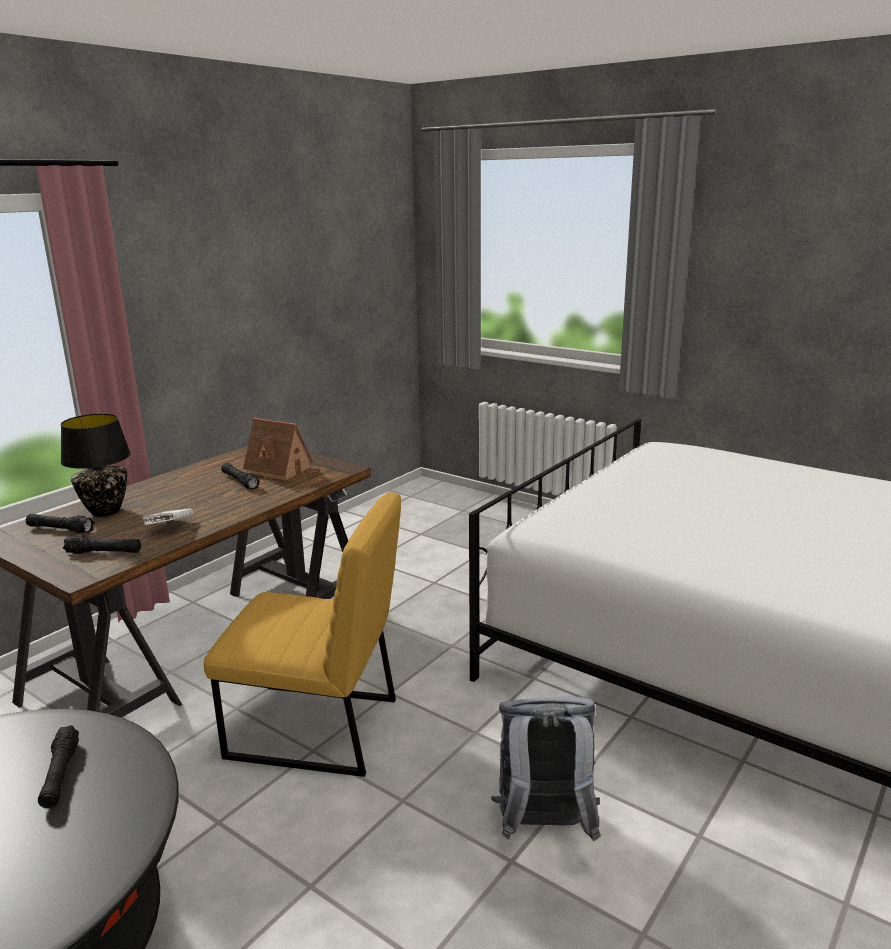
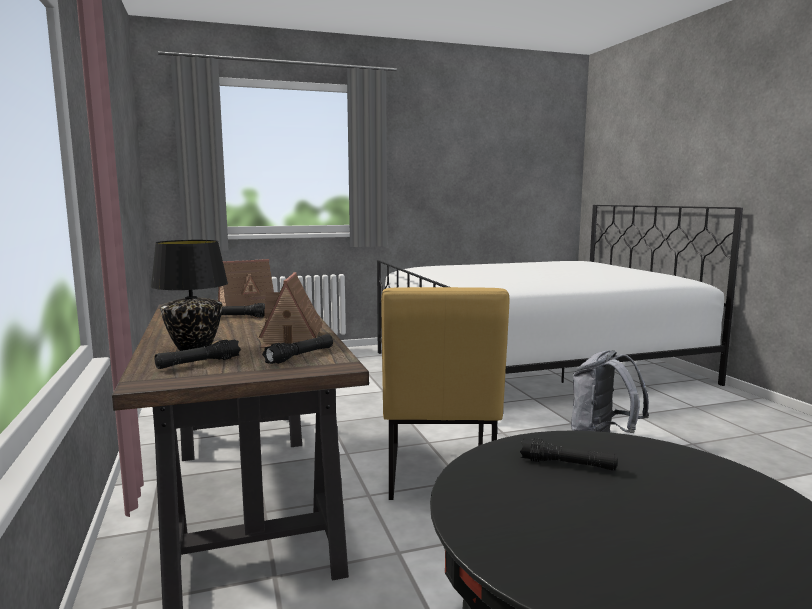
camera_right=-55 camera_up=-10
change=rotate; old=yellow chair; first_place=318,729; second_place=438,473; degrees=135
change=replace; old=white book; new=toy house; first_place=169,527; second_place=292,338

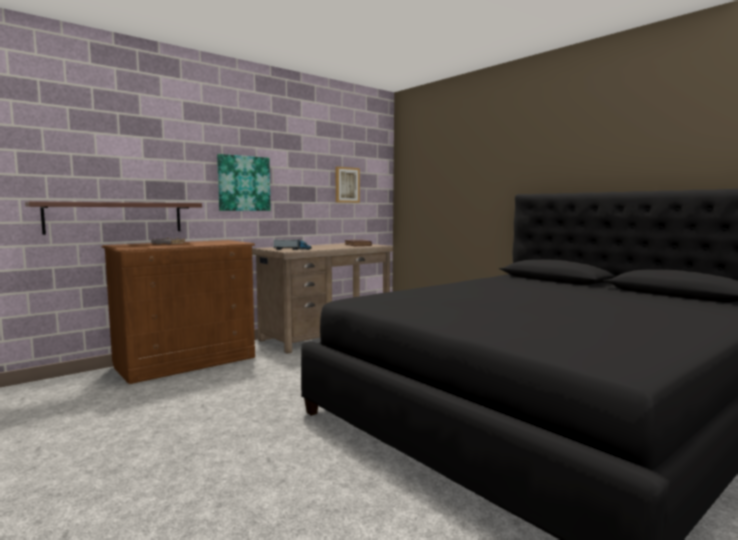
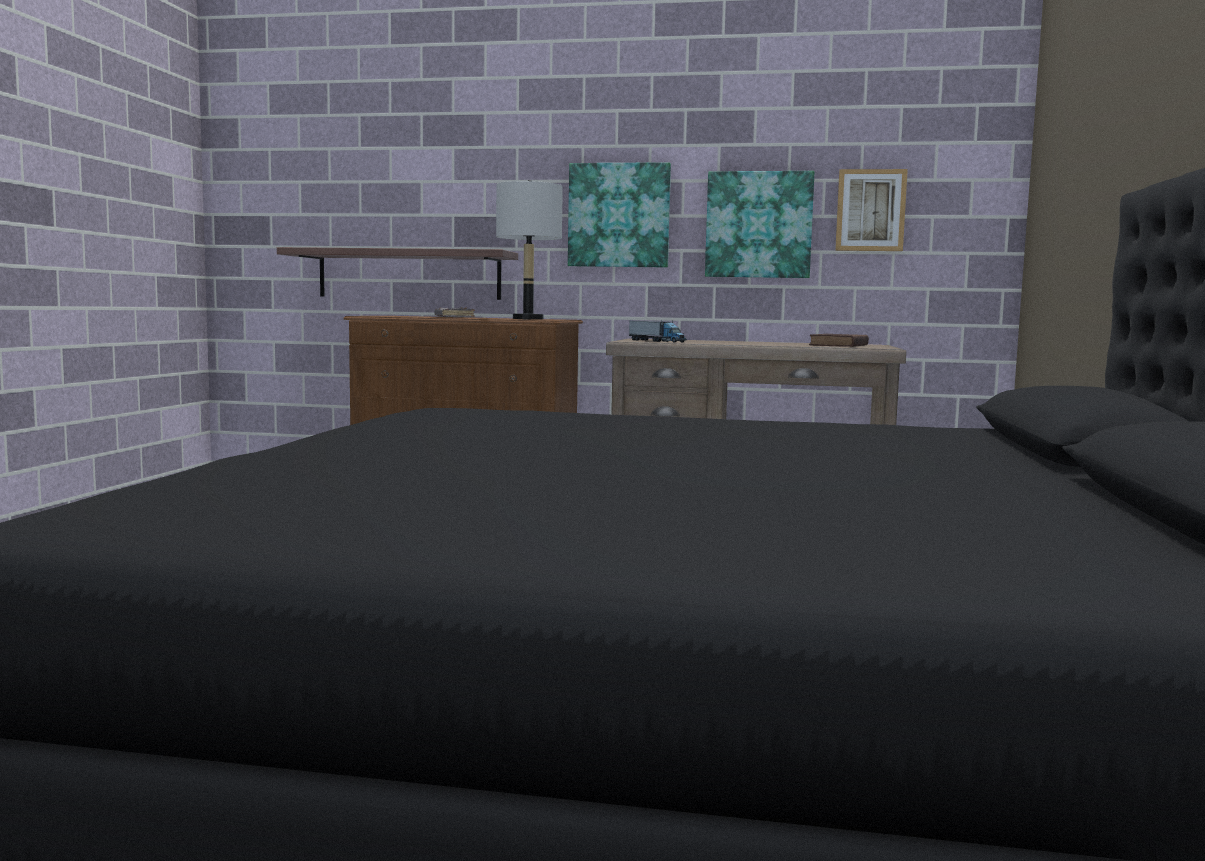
camera_right=50 camera_up=0
change=insert; new=picture; second_place=758,225
change=insert; new=grey table lamp; second_place=527,319

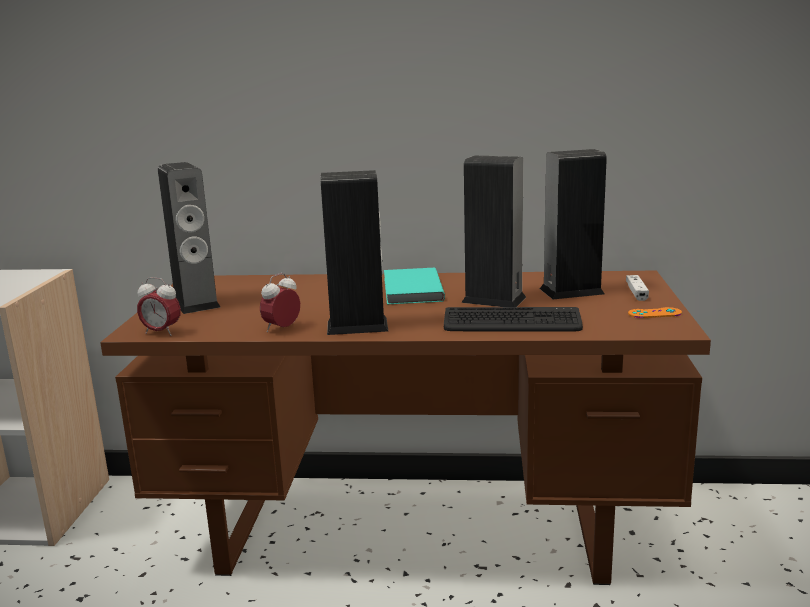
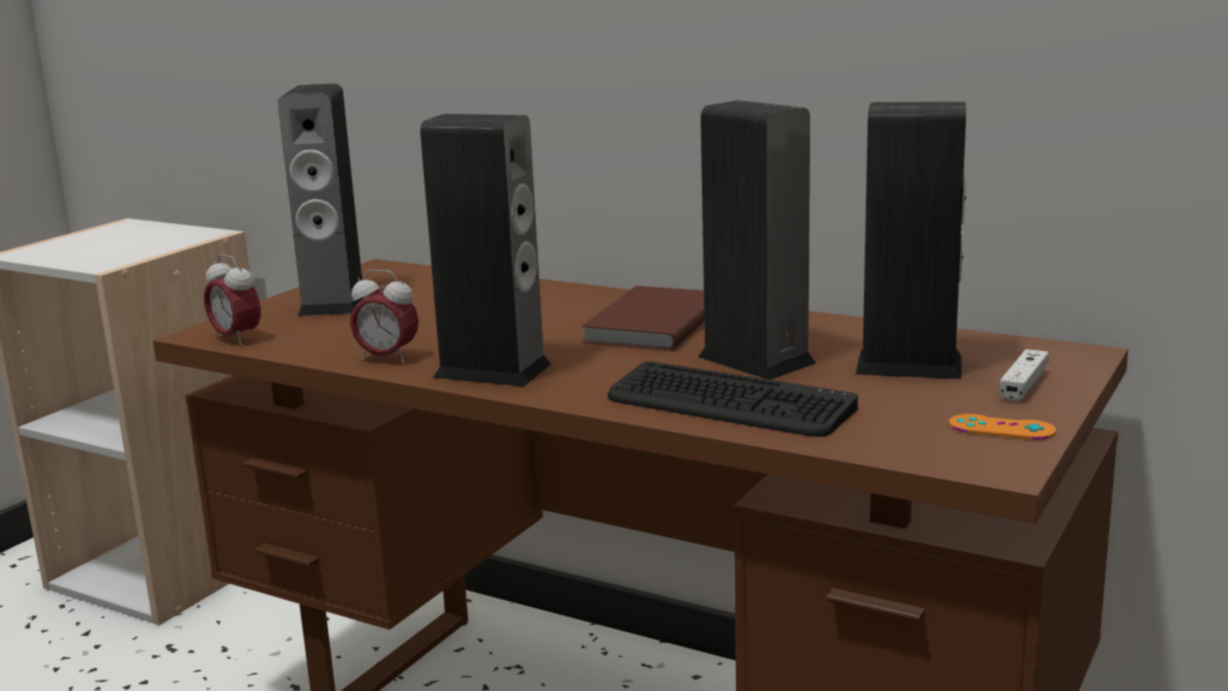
camera_right=25 camera_up=0
change=recolor; old=turquoise book; new=brown book; first_place=410,290; second_place=650,325
change=rotate; old=alarm clock; first_place=282,329; second_place=387,358; degrees=-135

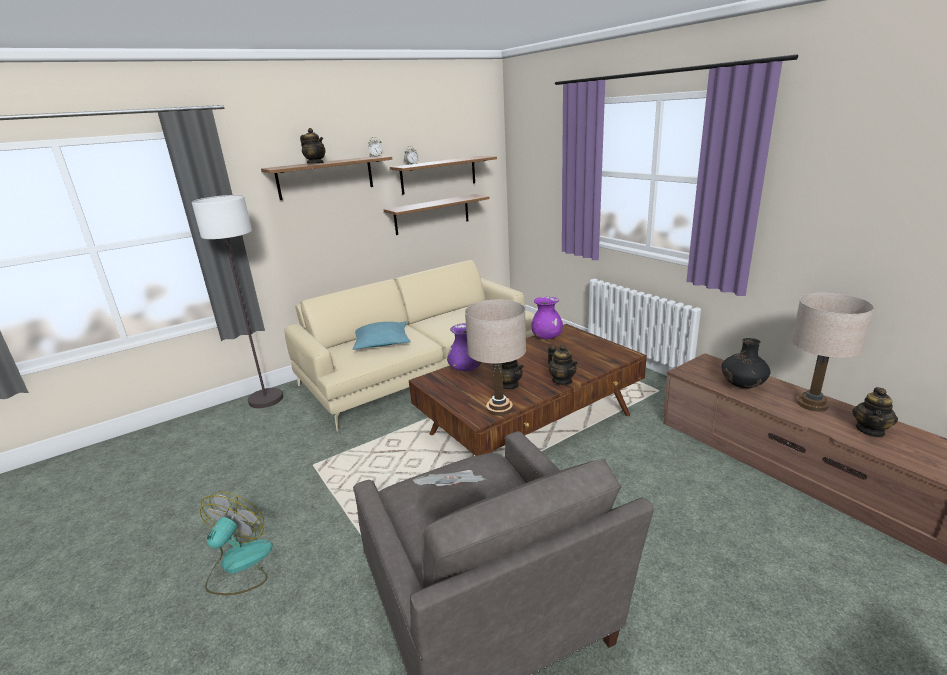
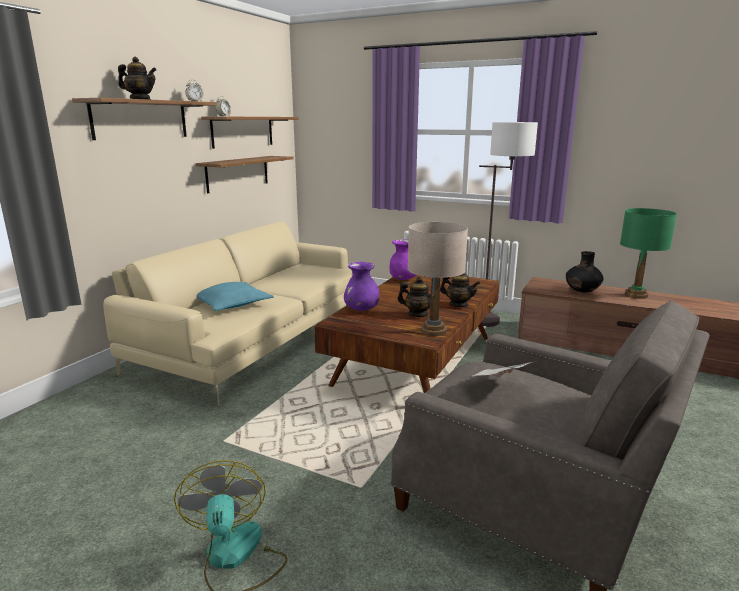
camera_right=-30 camera_up=-5
change=move; old=white floor lamp; first_place=268,403; second_place=493,322
change=recolor; old=beige table lamp; new=green table lamp; first_place=812,404; second_place=636,295
change=delete; old=teapot; first_place=870,430

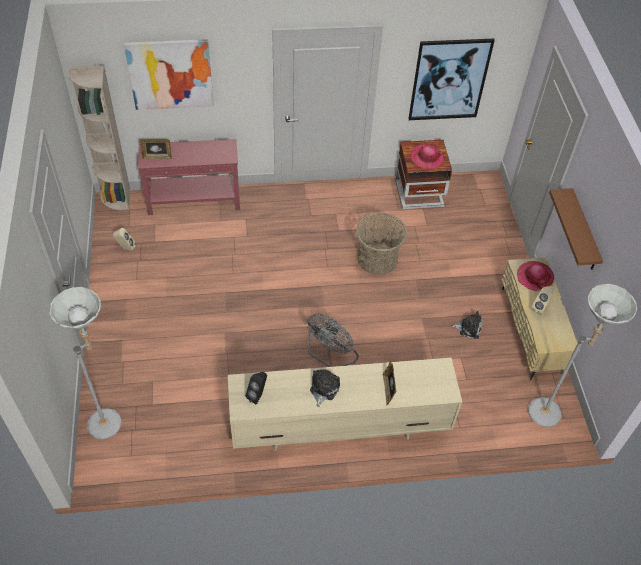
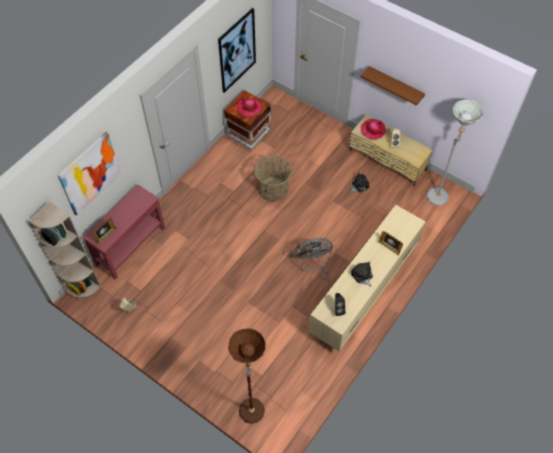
camera_right=-45 camera_up=5
change=recolor; old=grey floor lamp; new=brown floor lamp; first_place=111,419; second_place=251,405

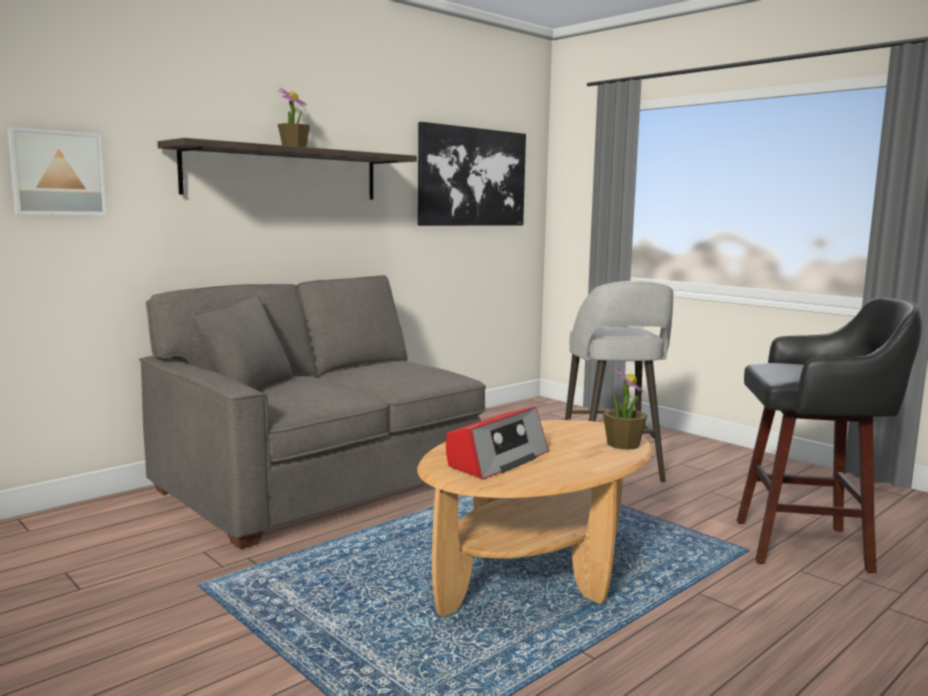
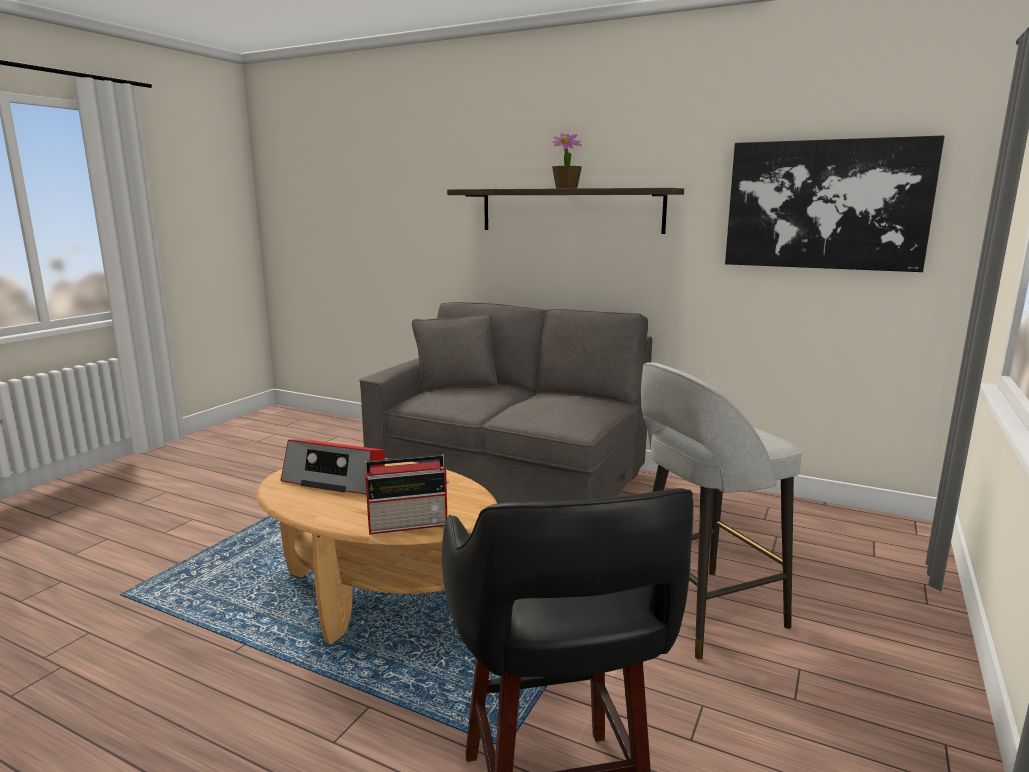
camera_right=70 camera_up=5
change=delete; old=picture; first_place=57,173
change=replace; old=potted plant; new=radio; first_place=623,444; second_place=409,524

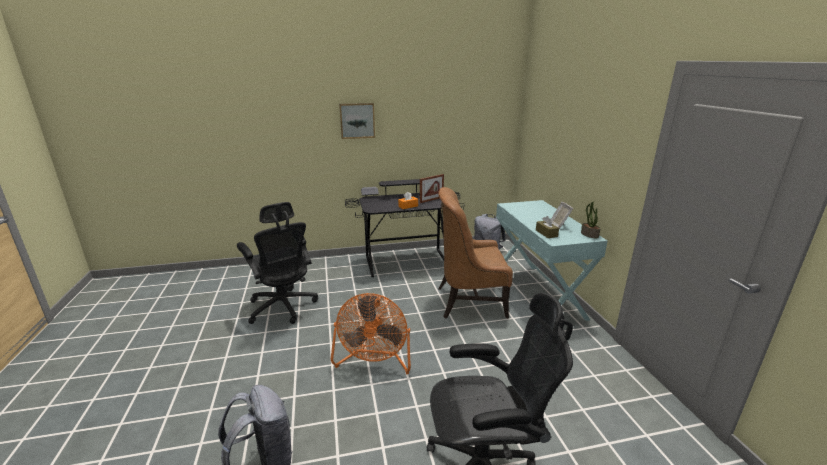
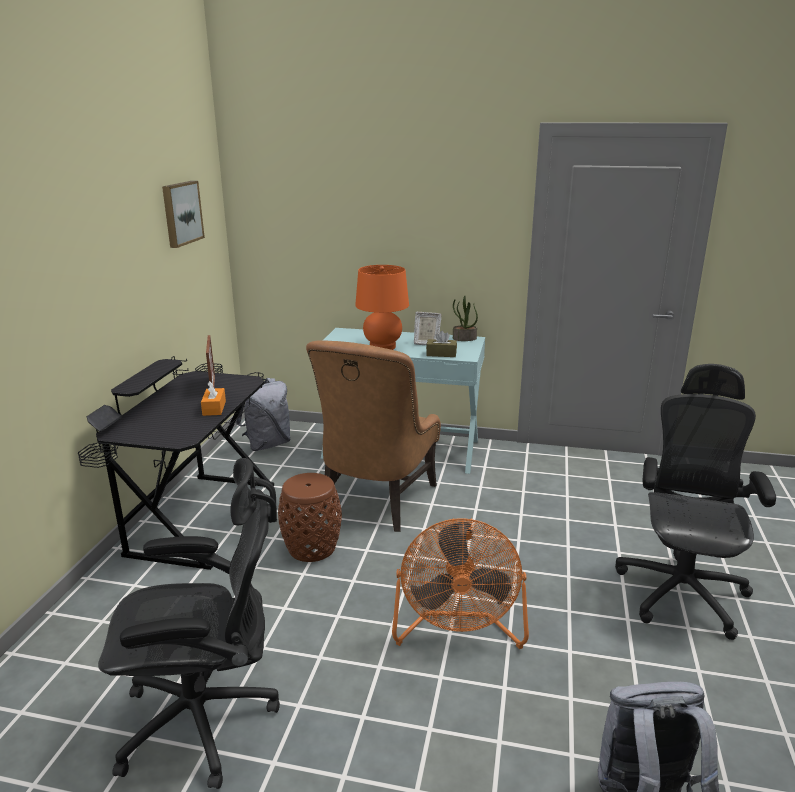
camera_right=-65 camera_up=0
change=move; old=picture; first_place=357,120; second_place=181,213
change=rotate; old=orange fan; first_place=372,359; second_place=453,627; degrees=60
change=insert; new=orange table lamp; second_place=382,347
change=insert; new=brown stool; second_place=312,548

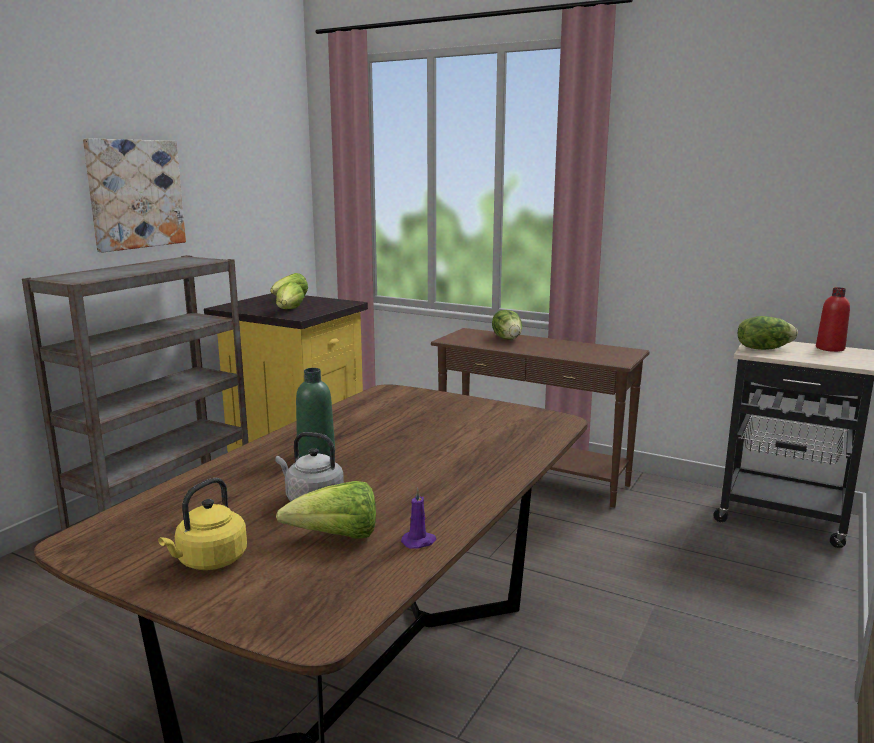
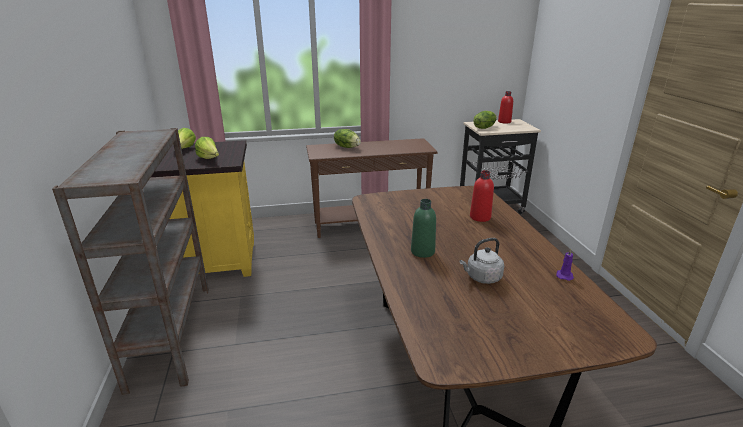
camera_right=-40 camera_up=10
change=delete; old=picture; first_place=135,194
change=delete; old=yellow kettle; first_place=209,561
change=delete; old=lettuce; first_place=336,537
change=insert; new=red bottle; second_place=480,217

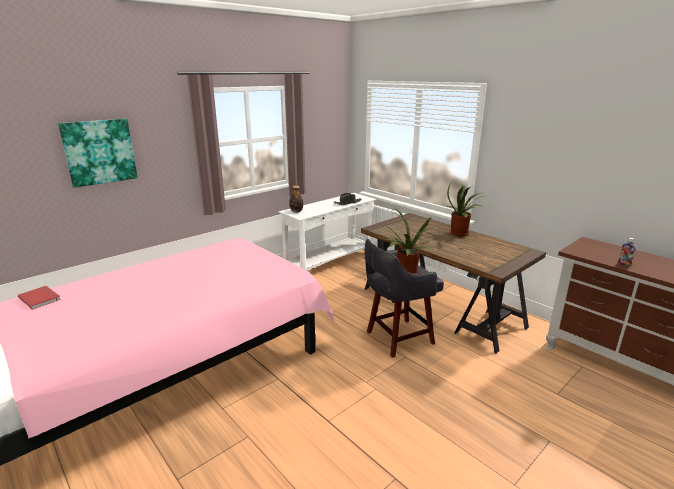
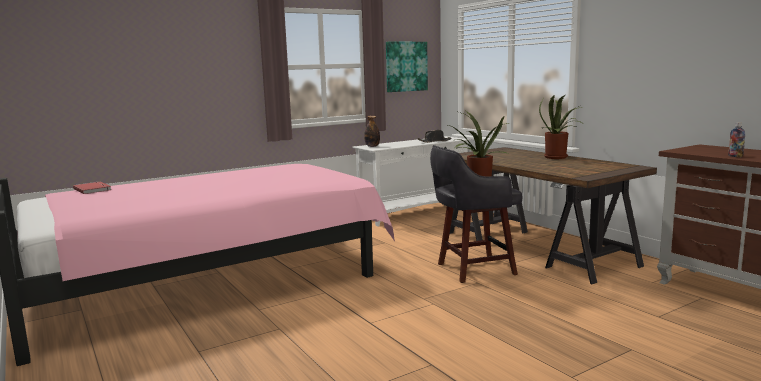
camera_right=10 camera_up=-10
change=move; old=picture; first_place=99,152; second_place=406,66

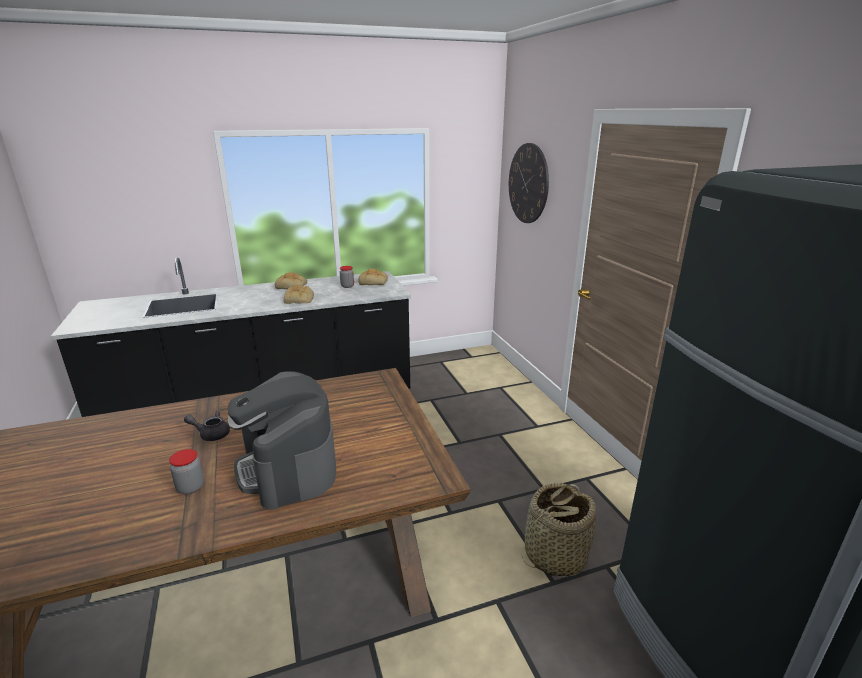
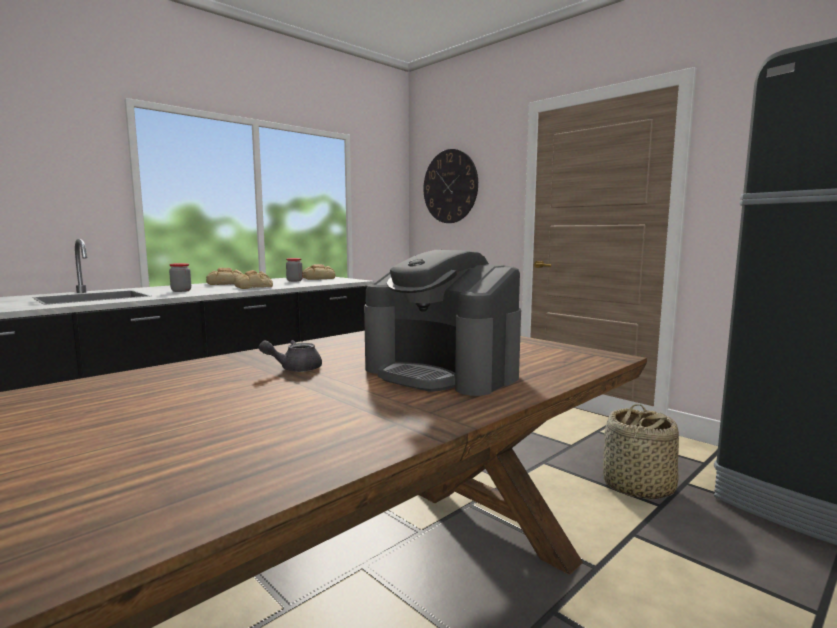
camera_right=-25 camera_up=-15
change=move; old=jar; first_place=190,487; second_place=181,291

